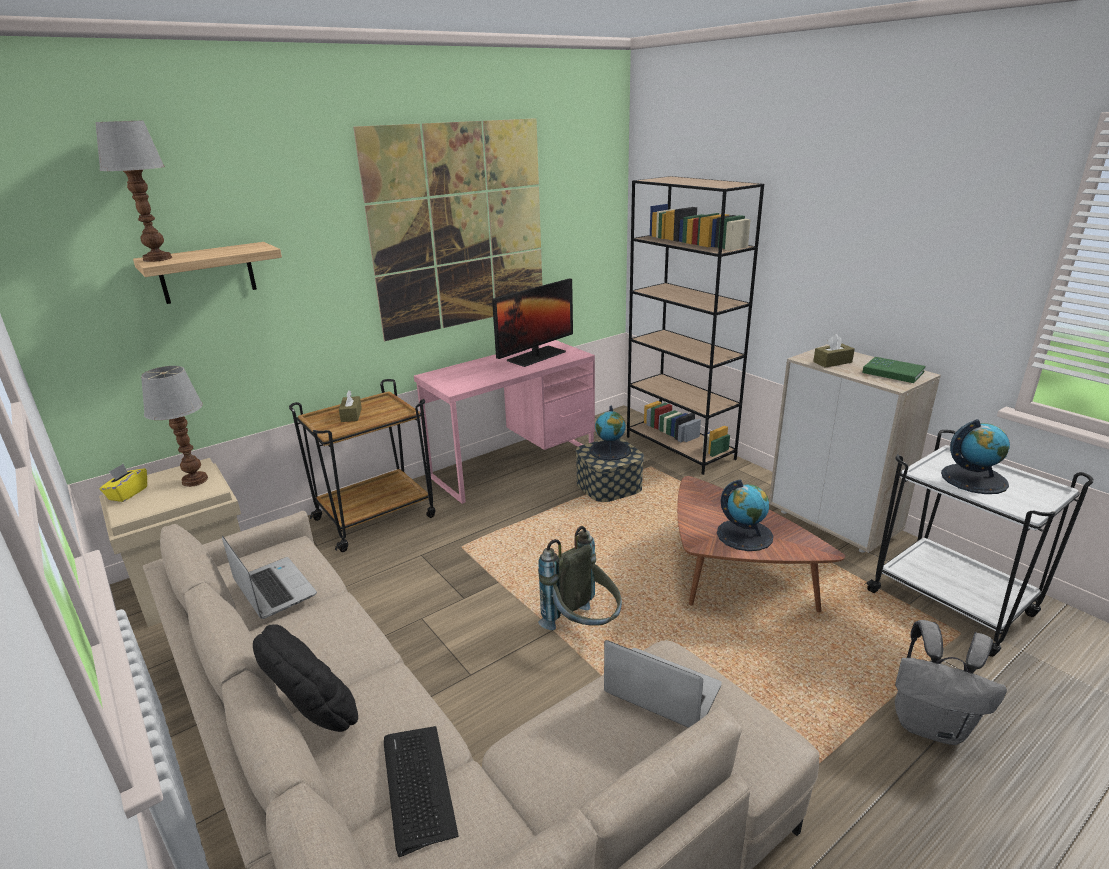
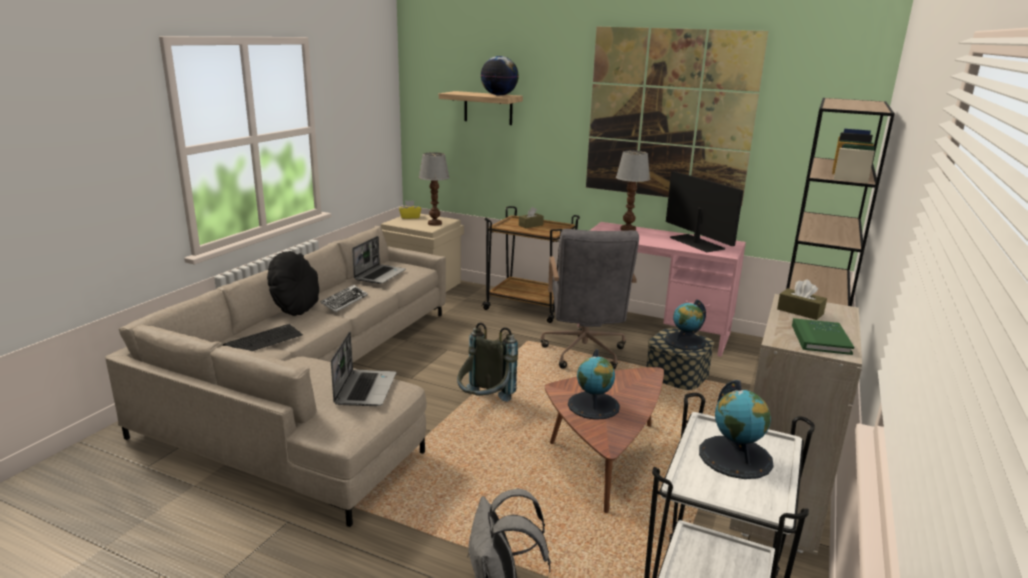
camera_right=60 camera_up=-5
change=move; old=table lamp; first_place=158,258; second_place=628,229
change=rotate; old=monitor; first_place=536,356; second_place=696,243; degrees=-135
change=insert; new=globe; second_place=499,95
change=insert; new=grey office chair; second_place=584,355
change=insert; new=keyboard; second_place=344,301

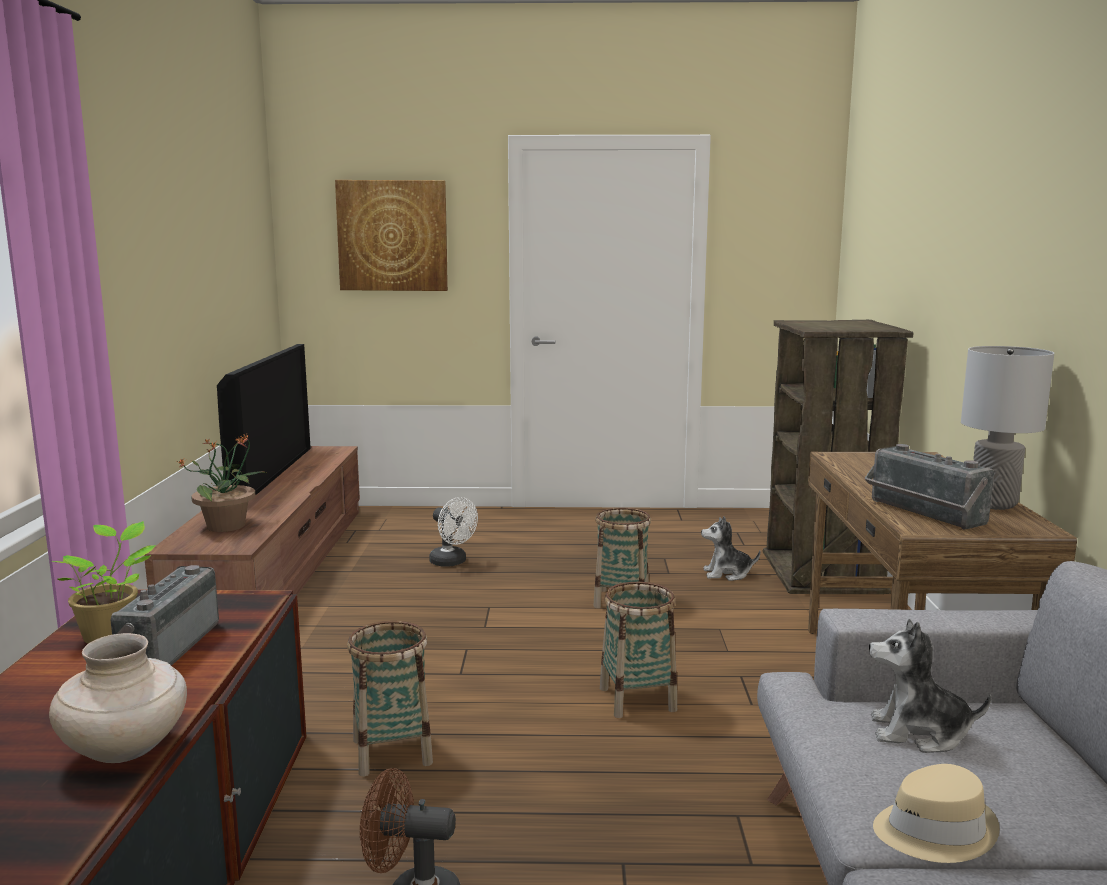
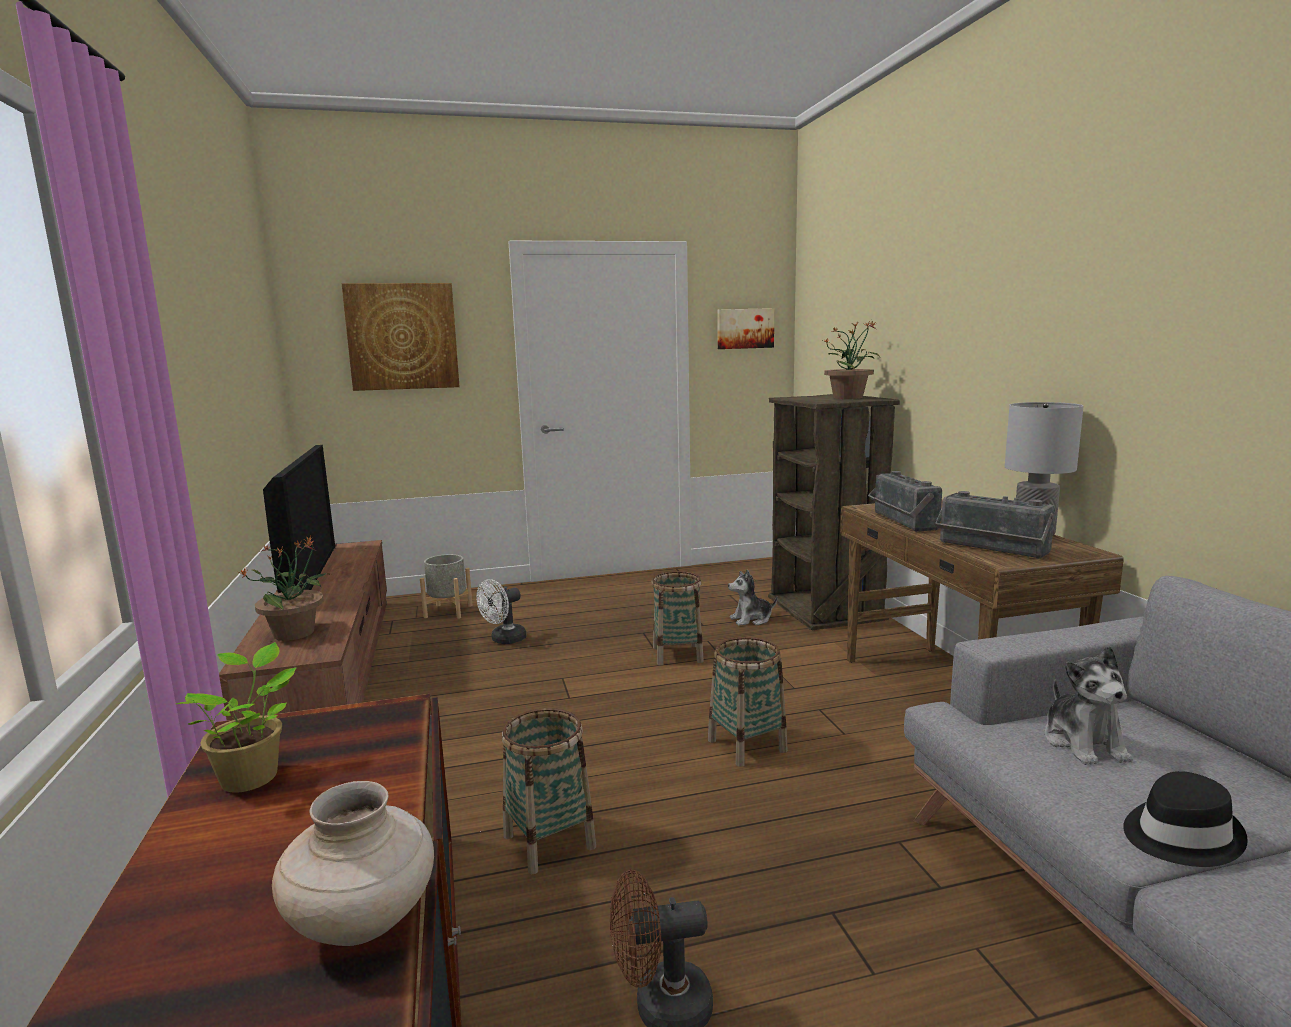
camera_right=-15 camera_up=0
change=rotate; old=white fan; first_place=452,562; second_place=504,640; degrees=105
change=move; old=radio; first_place=164,649; second_place=900,521
change=rotate; old=plush toy; first_place=918,733; second_place=1084,743; degrees=-90
change=recolor; old=beige hat; new=black hat; first_place=933,830; second_place=1179,835
change=insert; new=picture; second_place=744,328
change=insert; new=potted plant; second_place=849,397
change=insert; new=grey planter; second_place=448,611

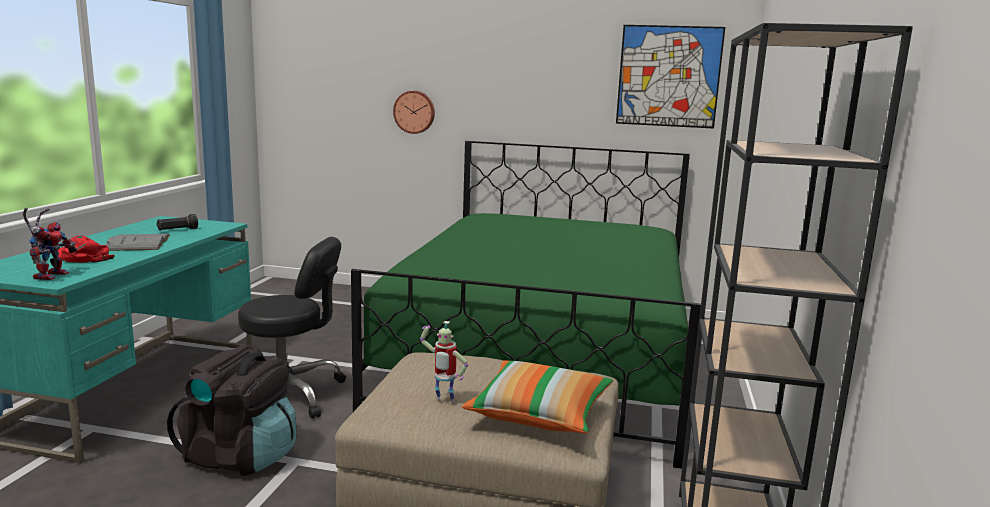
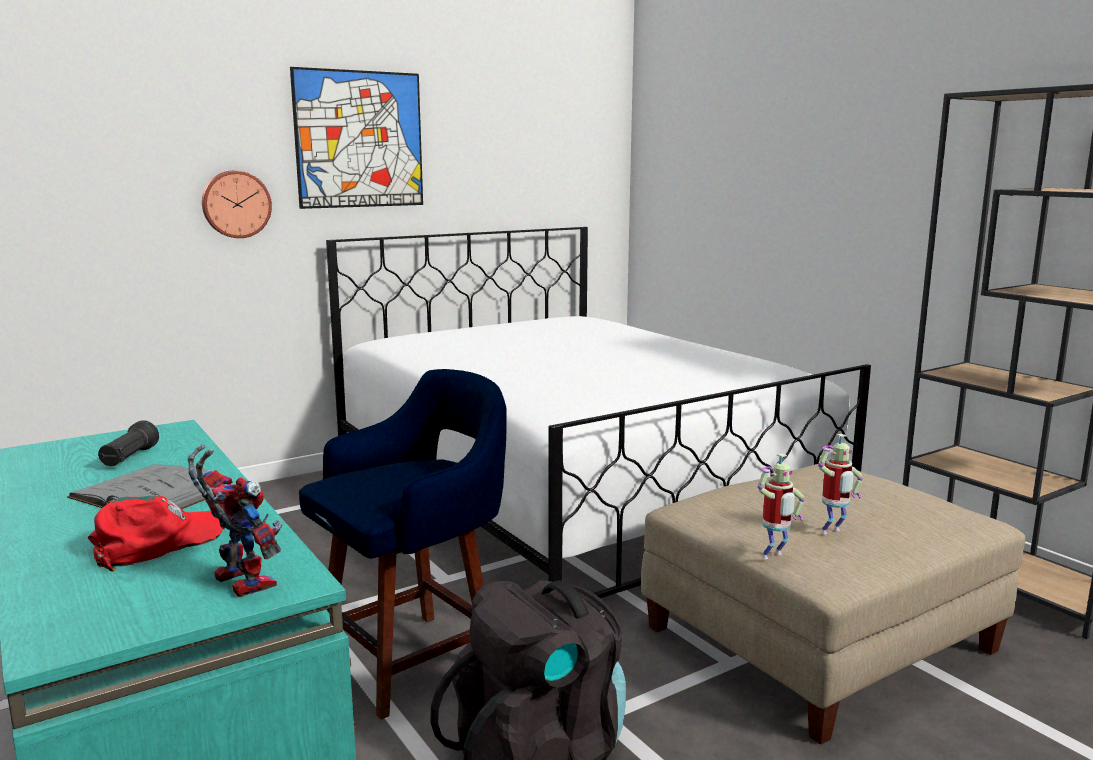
camera_right=-45 camera_up=0
change=move; old=picture; first_place=668,76; second_place=359,139
change=recolor; old=green bed; new=white bed; first_place=543,360; second_place=571,500
change=rotate; old=red cap; first_place=82,257; second_place=157,542; degrees=150
change=replace; old=black office chair; new=blue stool; first_place=289,395; second_place=416,661
change=delete; old=pillow; first_place=539,414
change=insert; new=toy robot; second_place=774,557

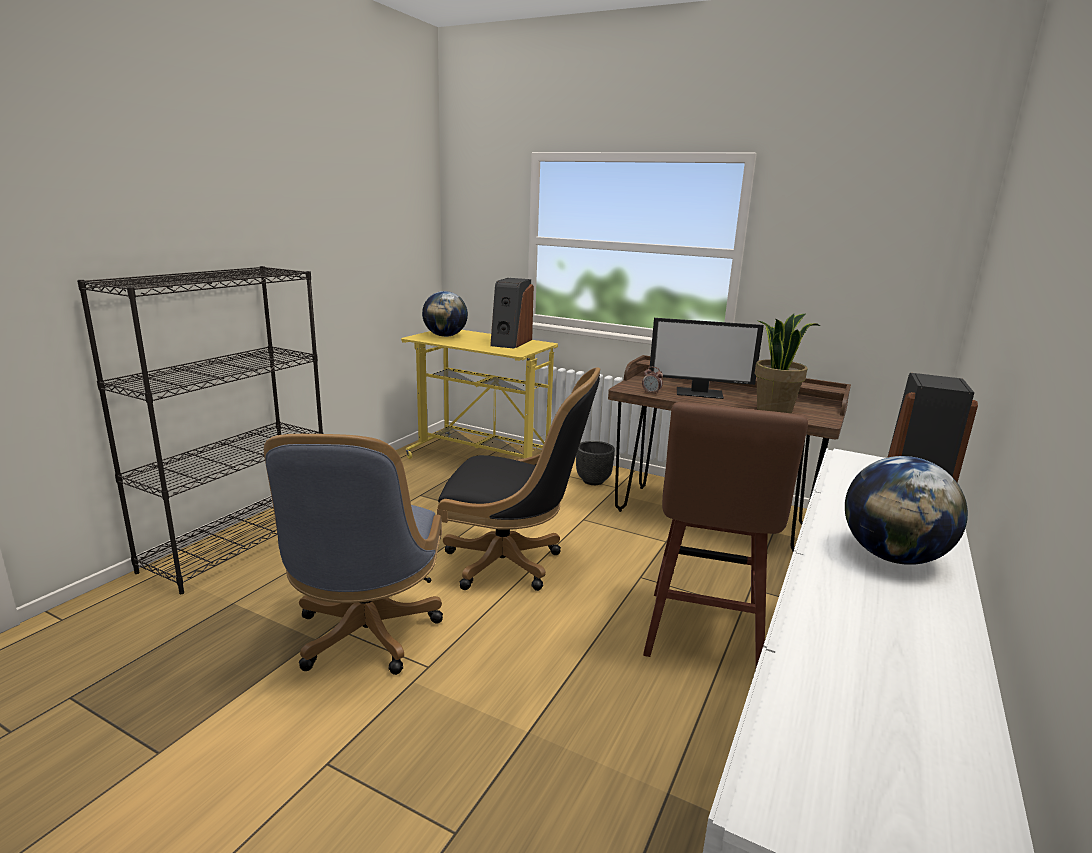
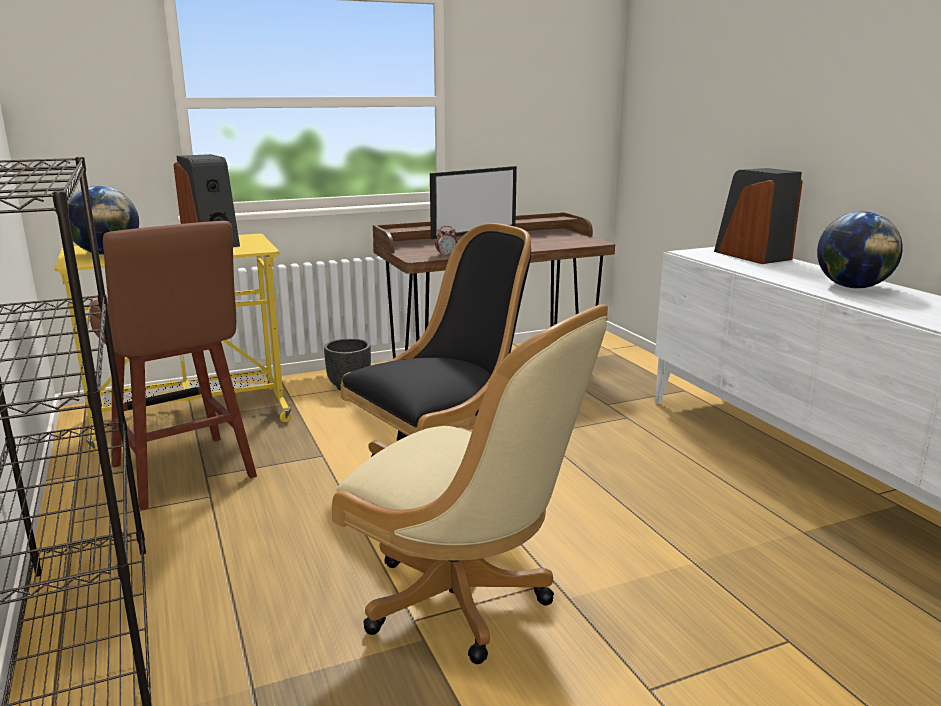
camera_right=-50 camera_up=0
change=delete; old=potted plant; first_place=774,410
change=move; old=brown stool; first_place=702,634; second_place=183,472
change=recolor; old=blue office chair; new=beige office chair; first_place=364,642; second_place=469,607

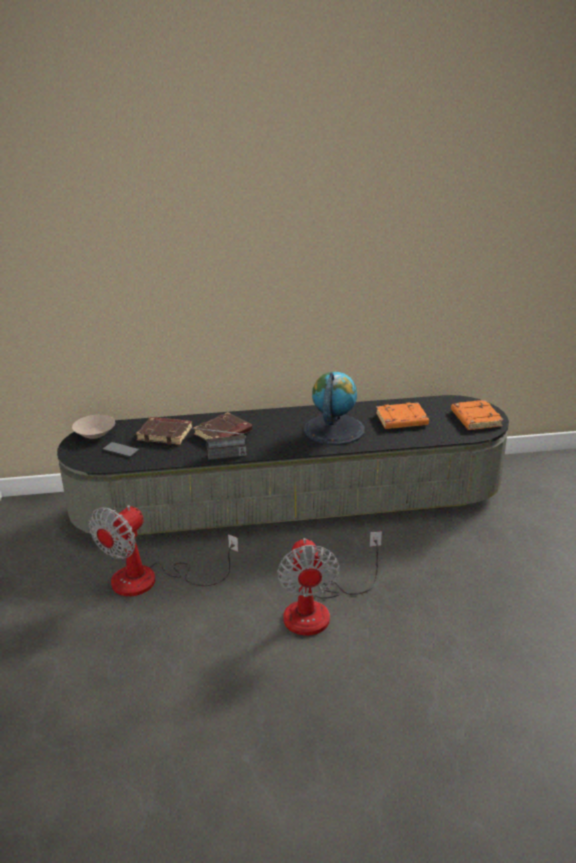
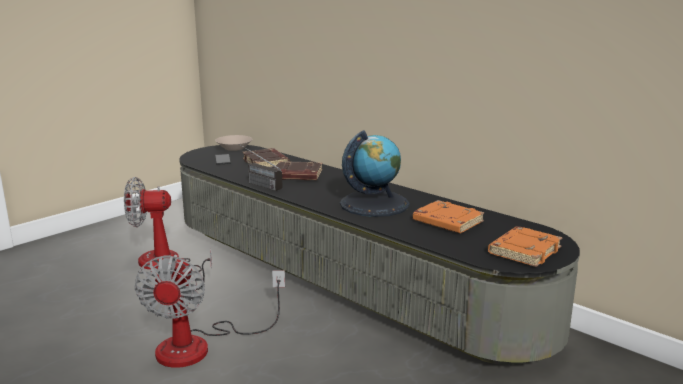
camera_right=50 camera_up=-10
change=rotate; old=fan; first_place=319,610; second_place=200,345; degrees=-45

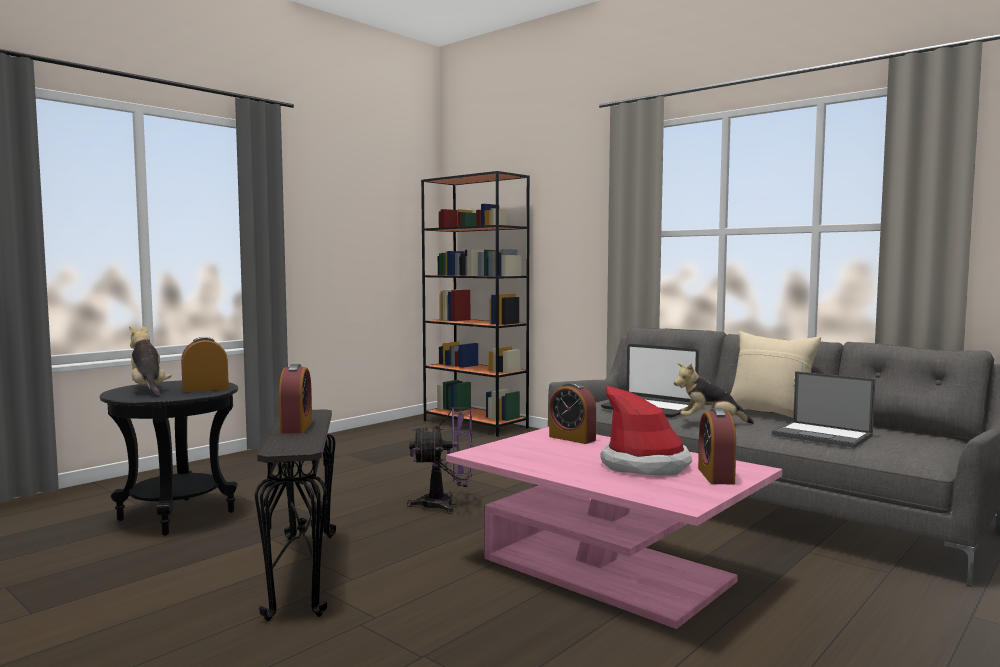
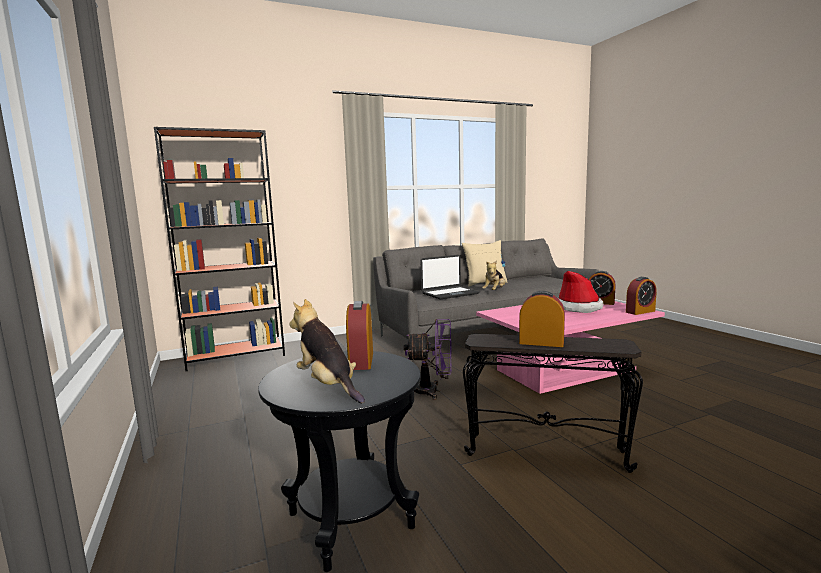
camera_right=-65 camera_up=5
change=rotate; old=plush toy; first_place=148,390; second_place=328,385; degrees=60
change=delete; old=laptop; first_place=823,435
change=move; old=alarm clock; first_place=572,438; second_place=640,311
change=rotate; old=purple fan; first_place=446,505; second_place=432,391; degrees=75

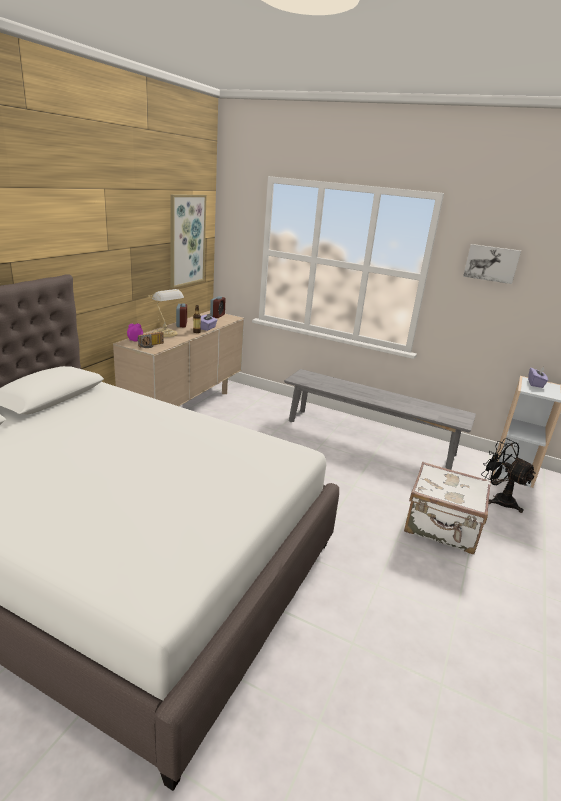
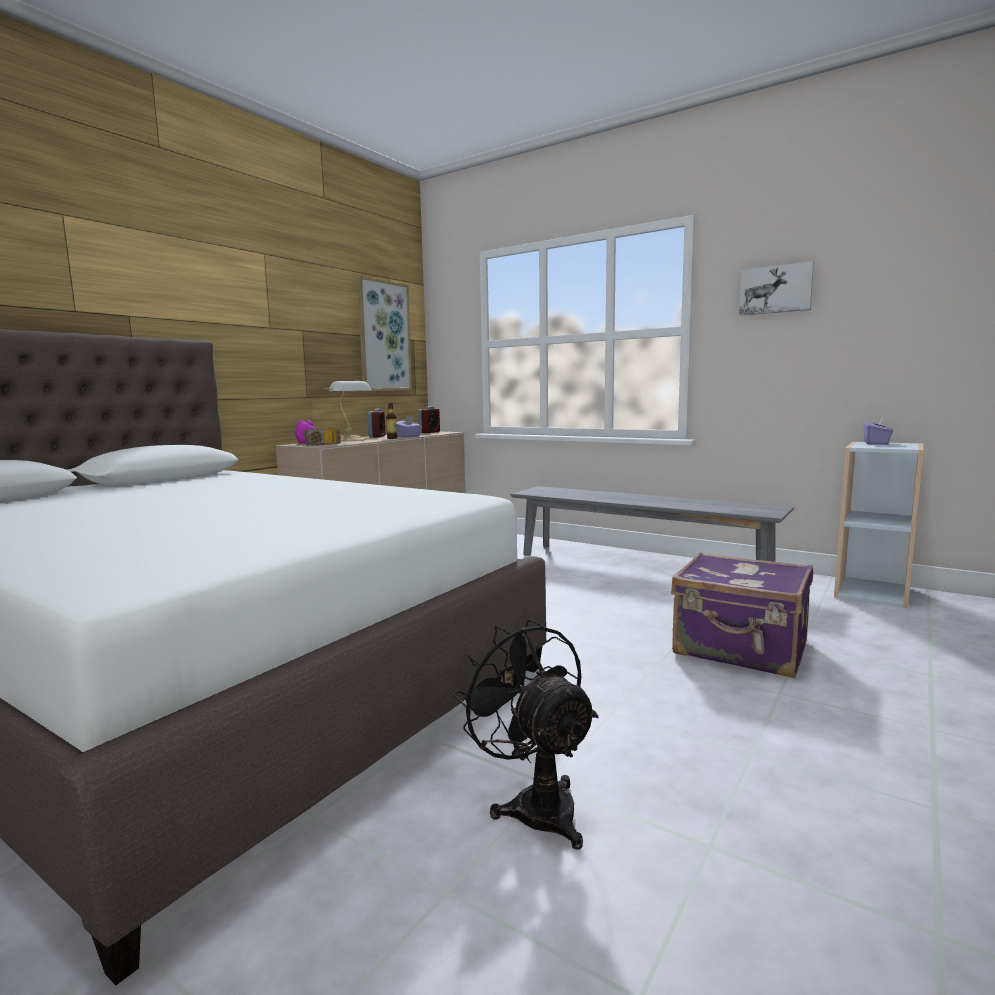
camera_right=10 camera_up=-15
change=move; old=black fan; first_place=498,499; second_place=535,804
change=recolor; old=white suitcase; new=purple suitcase; first_place=441,527; second_place=741,650

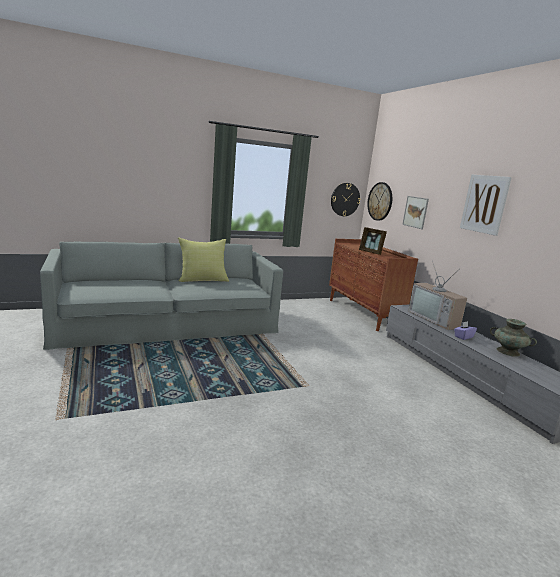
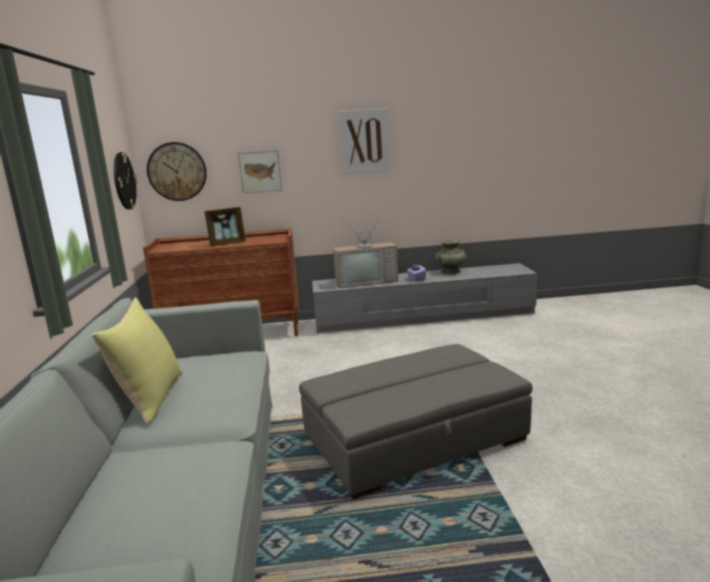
camera_right=-70 camera_up=0
change=insert; new=grey ottoman; second_place=414,438

